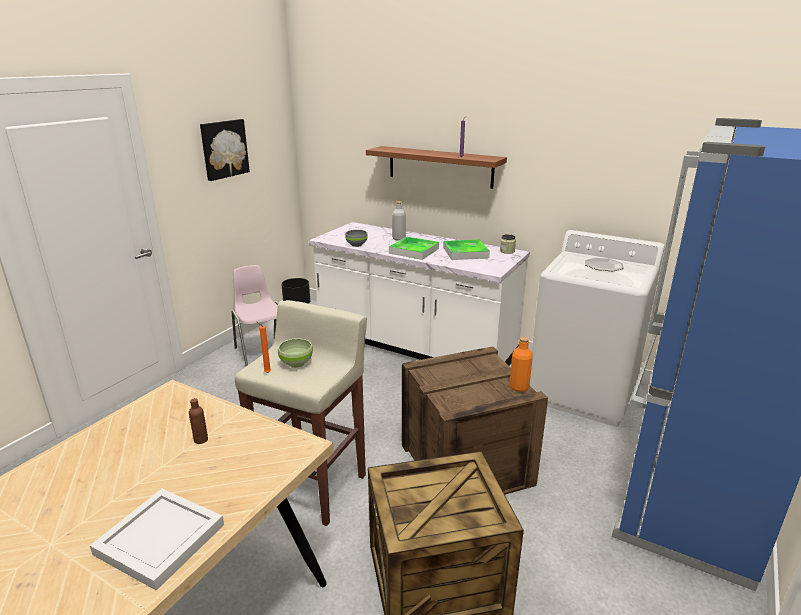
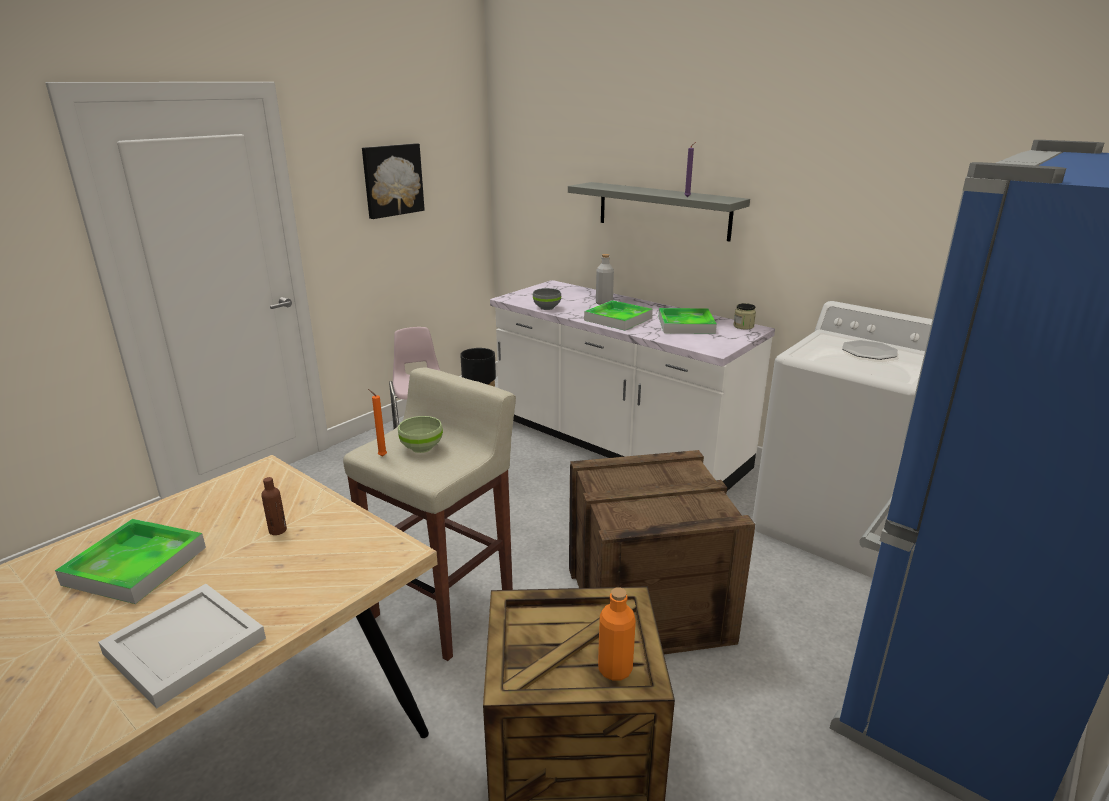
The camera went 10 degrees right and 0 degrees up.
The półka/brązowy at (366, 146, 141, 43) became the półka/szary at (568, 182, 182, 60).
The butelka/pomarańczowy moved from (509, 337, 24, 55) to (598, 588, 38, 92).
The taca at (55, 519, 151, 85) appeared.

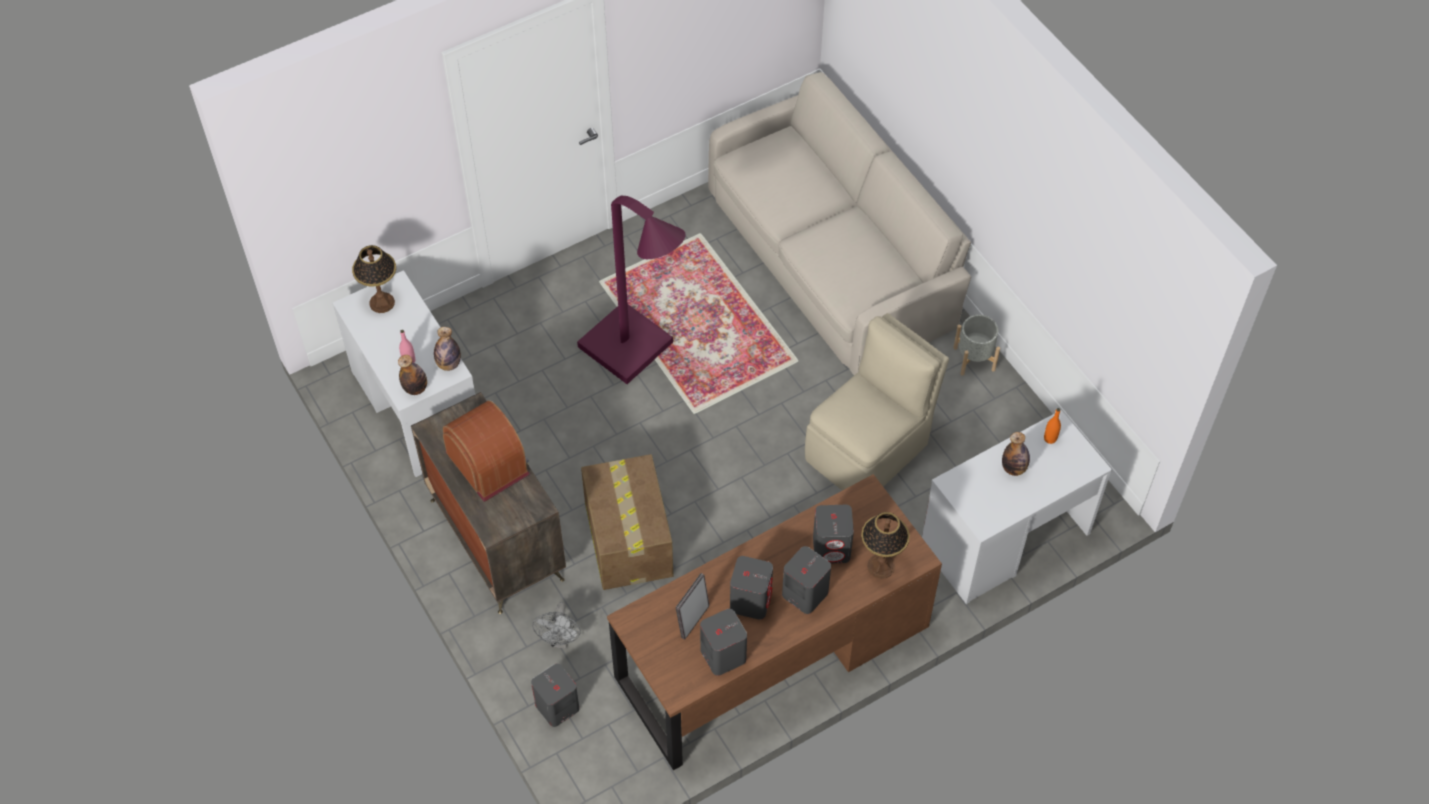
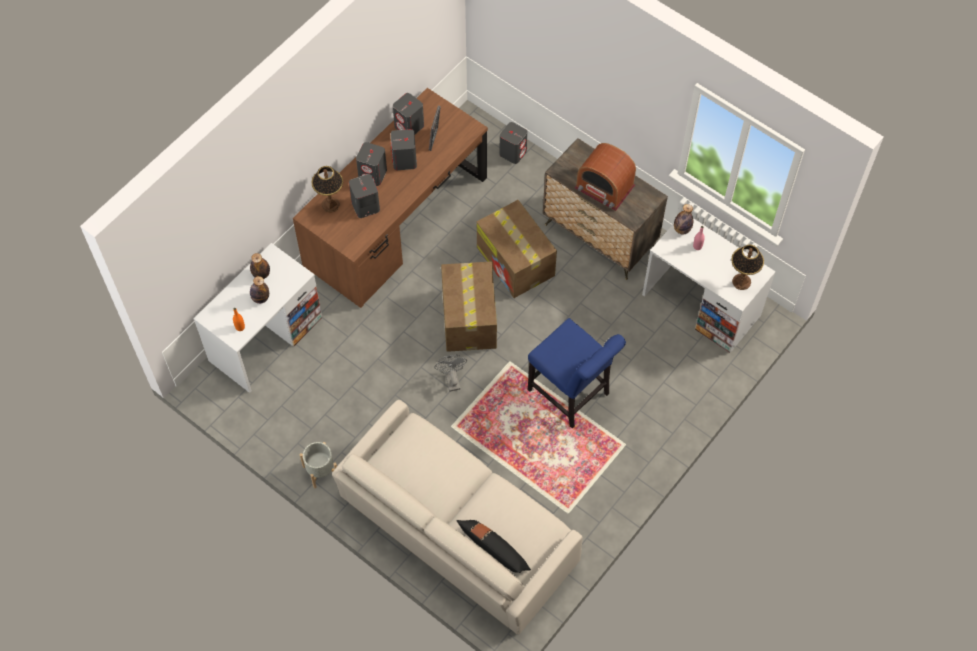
The camera went 160 degrees right and 5 degrees up.
The lampa stojąca/fioletowy at (577, 196, 109, 188) was replaced by the krzesło/niebieski at (528, 318, 98, 110).
The krzesło/beżowy at (805, 313, 144, 177) disappeared.
The butelka moved from (434, 327, 27, 44) to (250, 253, 20, 26).
The wentylator/szary moved from (532, 602, 49, 47) to (434, 355, 33, 37).
The karton at (441, 261, 56, 91) appeared.
The poduszka/czarny at (456, 520, 75, 53) appeared.

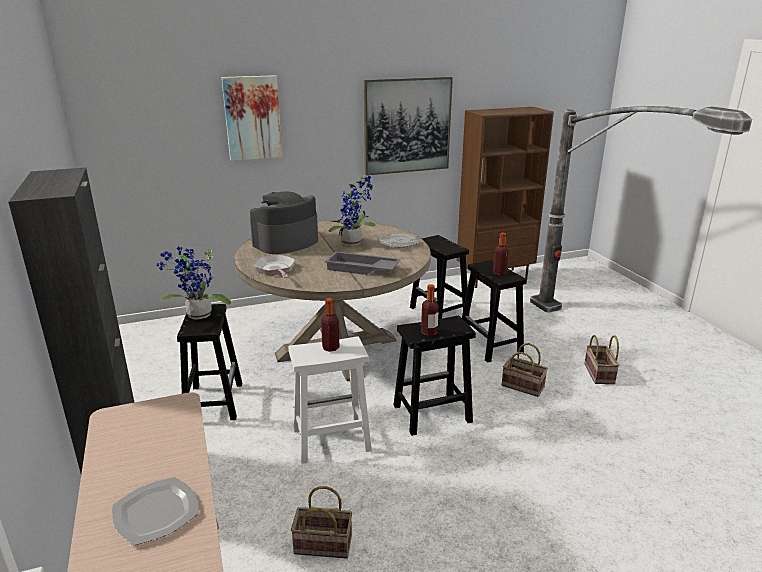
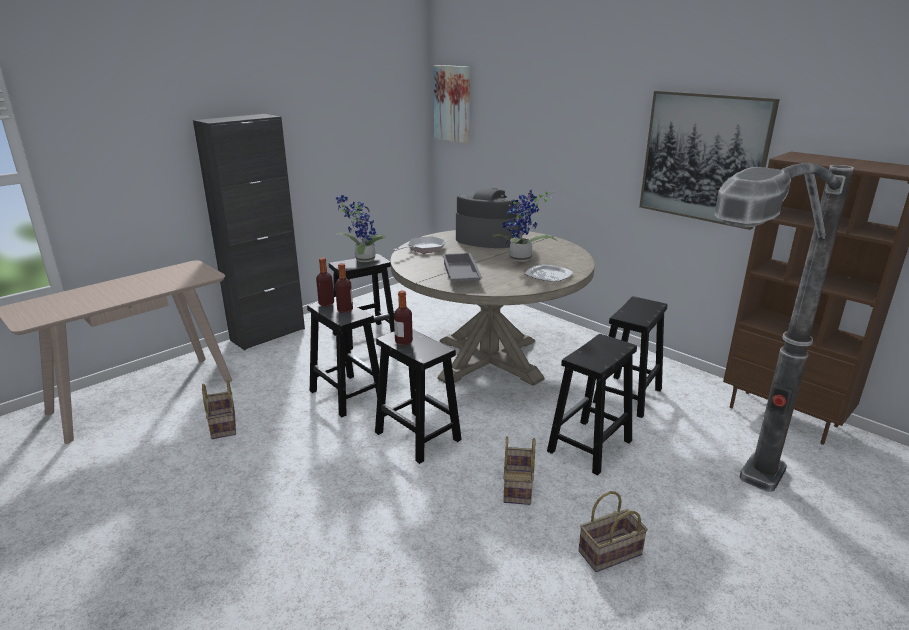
The camera went 65 degrees right and 0 degrees up.
The obraz moved from (221, 75, 61, 86) to (433, 65, 37, 79).
The butelka moved from (493, 233, 16, 42) to (316, 258, 18, 48).
The stołek/biały at (288, 336, 84, 128) became the stołek/czarny at (307, 297, 72, 120).
The talerz at (112, 477, 87, 69) disappeared.

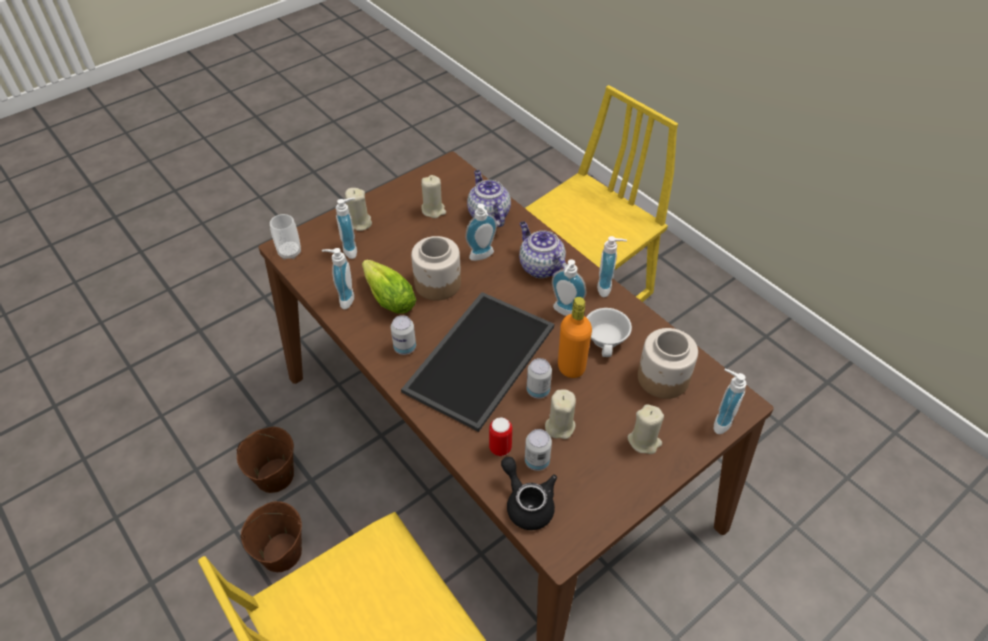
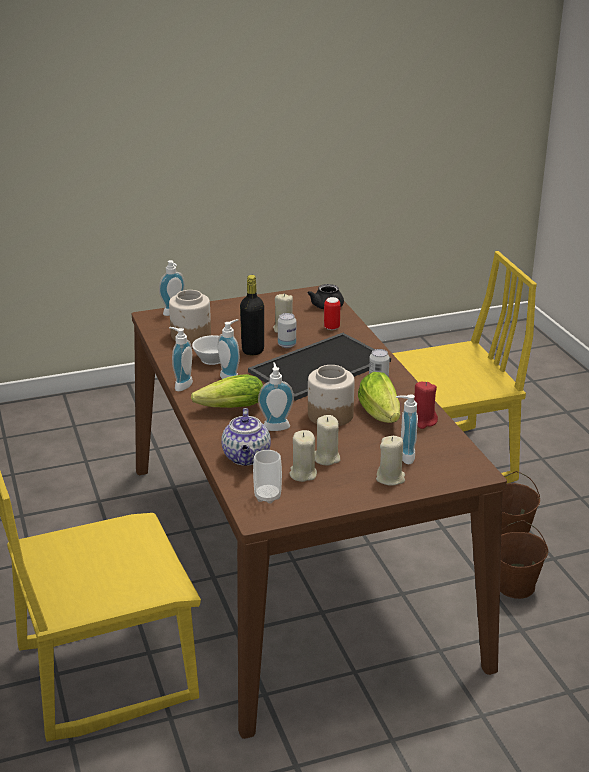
The camera went 160 degrees left and 20 degrees down.
The filiżanka moved from (270, 214, 31, 45) to (253, 450, 29, 54).
The imbryk at (519, 222, 47, 56) was replaced by the sałata at (191, 374, 72, 34).
The dozownik mydła at (322, 248, 32, 62) was replaced by the świeca/czerwony at (414, 382, 24, 47).
The butelka/pomarańczowy at (558, 297, 34, 81) became the butelka/czarny at (240, 275, 24, 81).
The świeca/beżowy moved from (628, 404, 36, 50) to (315, 415, 25, 50).
The puszka at (525, 429, 27, 42) disappeared.

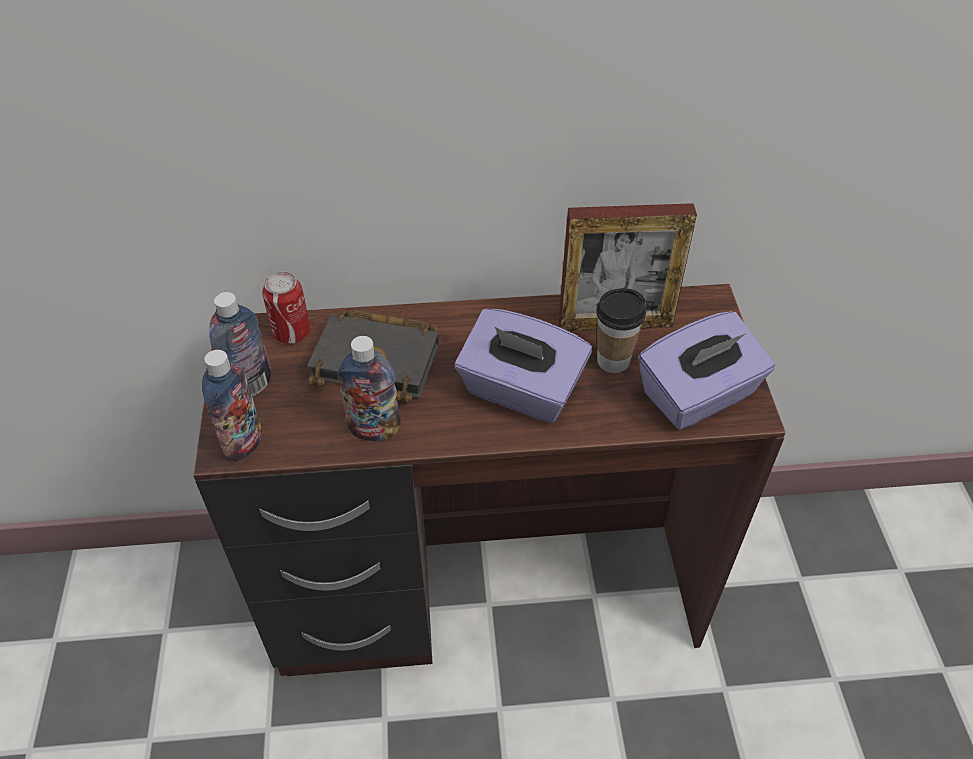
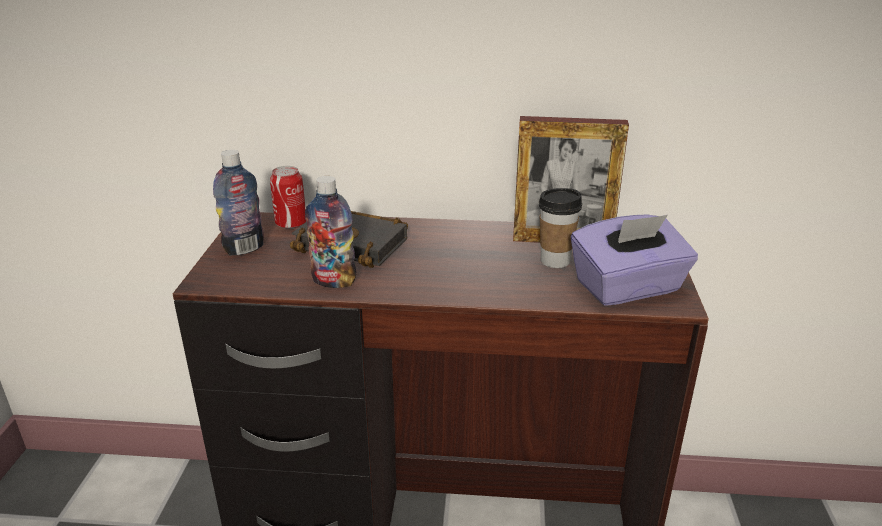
The camera went 10 degrees right and 20 degrees down.
The pudełko chusteczek/fioletowy at (455, 308, 137, 115) disappeared.
The butelka at (202, 350, 60, 112) disappeared.

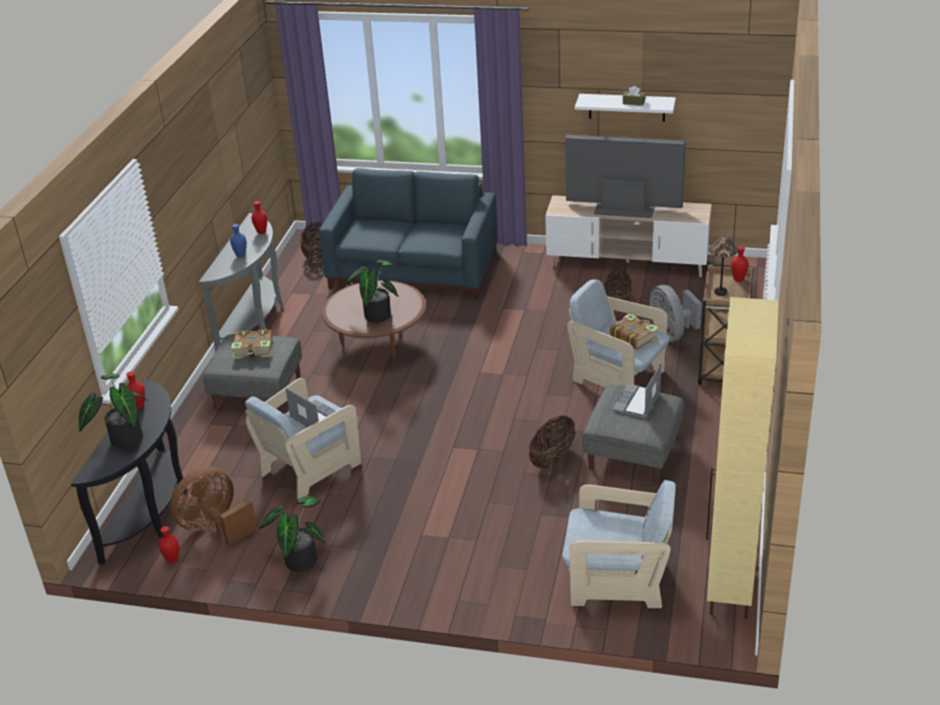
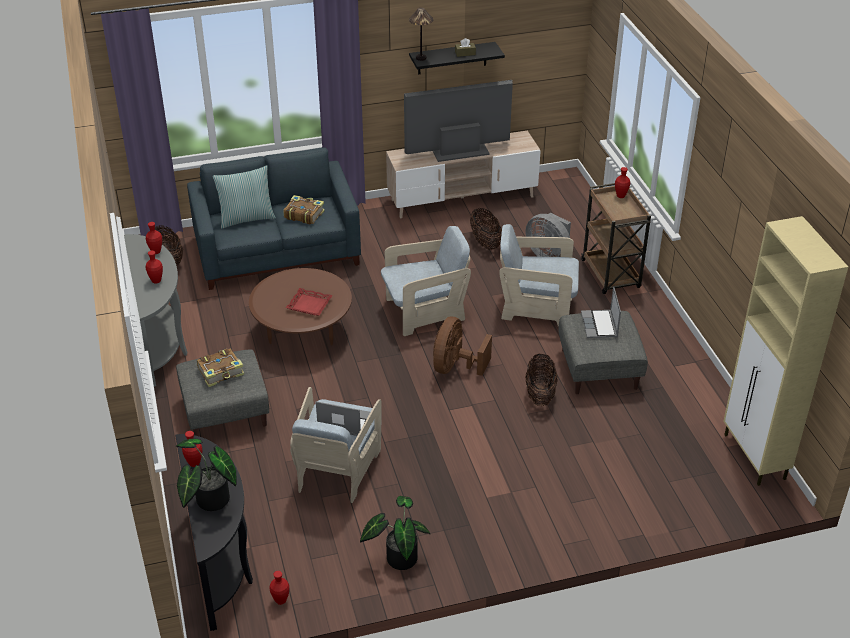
The camera went 30 degrees left and 5 degrees up.
The półka/biały at (575, 94, 101, 28) became the półka/czarny at (409, 42, 96, 33).
The wazon/niebieski at (230, 224, 17, 33) became the wazon/czerwony at (145, 251, 18, 33).
The lampa stołowa moved from (709, 236, 29, 60) to (409, 8, 24, 53).
The roślina doniczkowa at (344, 260, 54, 63) was replaced by the taca/czerwony at (286, 288, 47, 28).
The książka moved from (609, 313, 50, 37) to (284, 195, 41, 29).
The wentylator/brązowy moved from (170, 466, 88, 79) to (433, 317, 59, 59).
The fotel/beżowy moved from (562, 480, 114, 128) to (381, 226, 90, 110).
The poduszka at (213, 166, 63, 63) appeared.

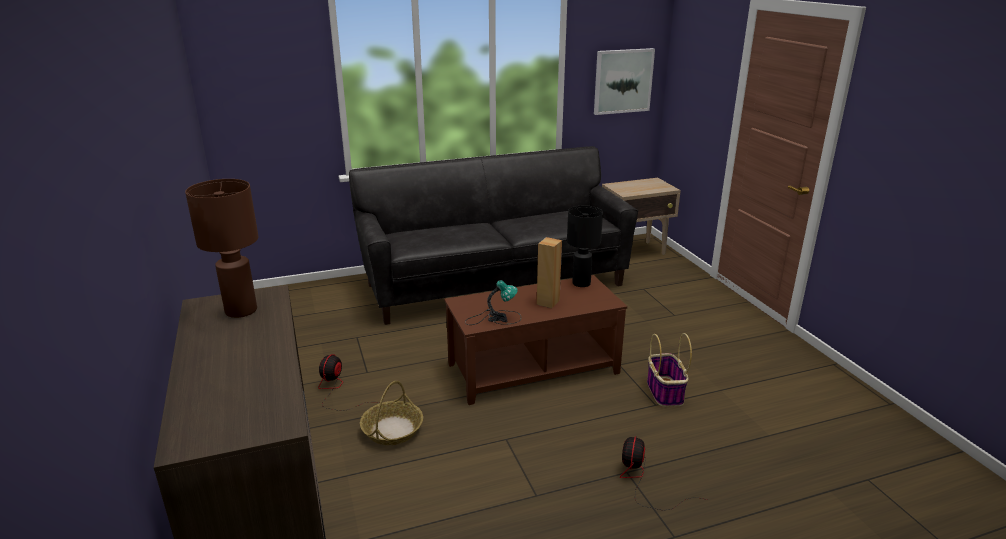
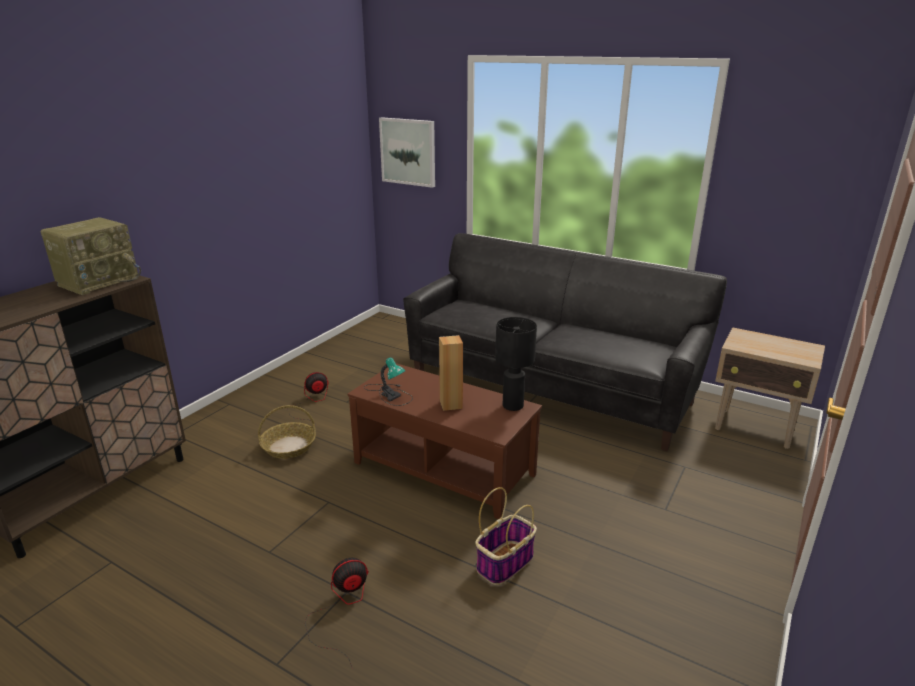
The camera went 50 degrees right and 0 degrees up.
The obraz moved from (594, 48, 61, 67) to (379, 117, 56, 71).
The lampa stołowa/brązowy at (185, 179, 74, 139) was replaced by the radio at (41, 217, 100, 78).

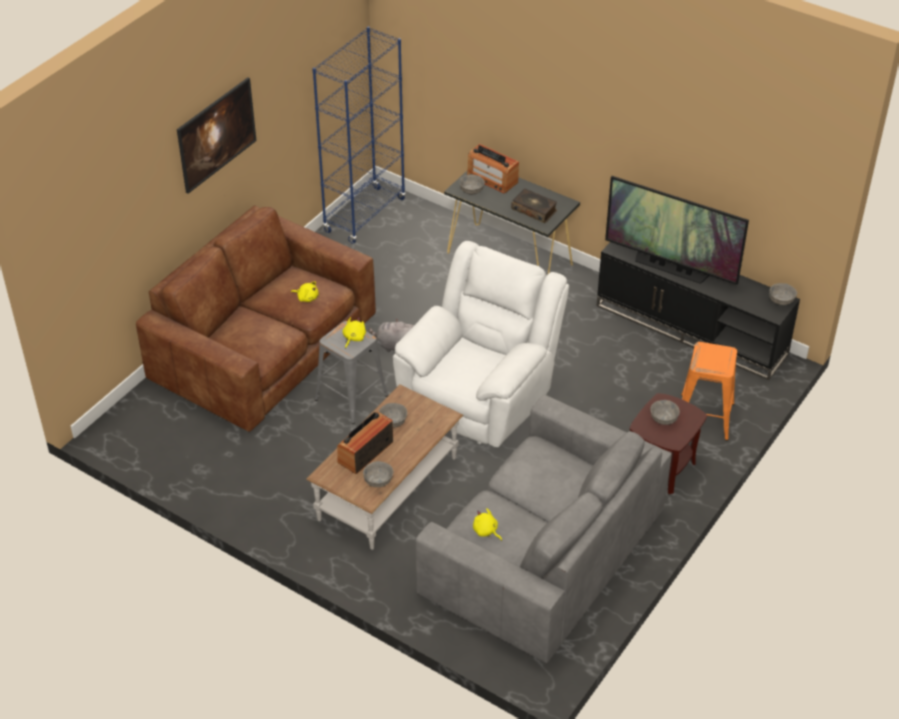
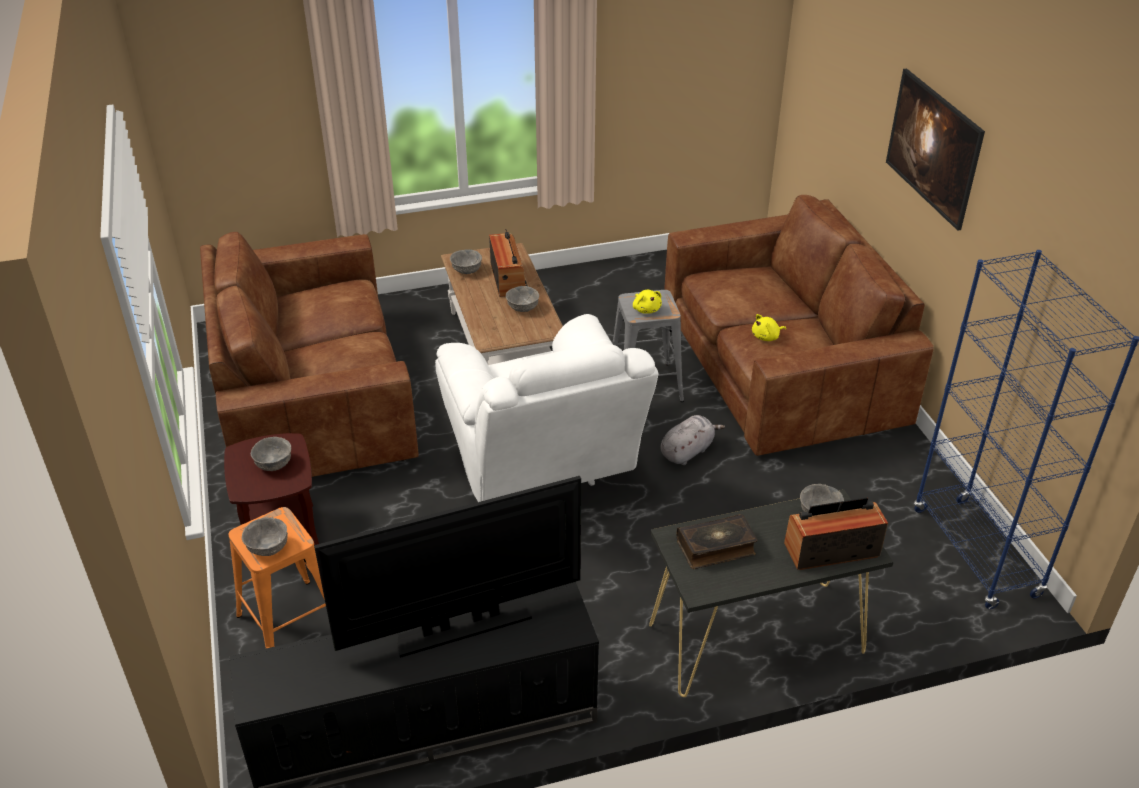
The camera went 130 degrees right and 5 degrees down.
The miska/szary moved from (769, 283, 28, 22) to (242, 517, 46, 39).
The kanapa/szary at (416, 395, 256, 268) became the kanapa/brązowy at (200, 232, 219, 245).
The pluszak/żółty at (473, 508, 29, 33) disappeared.

